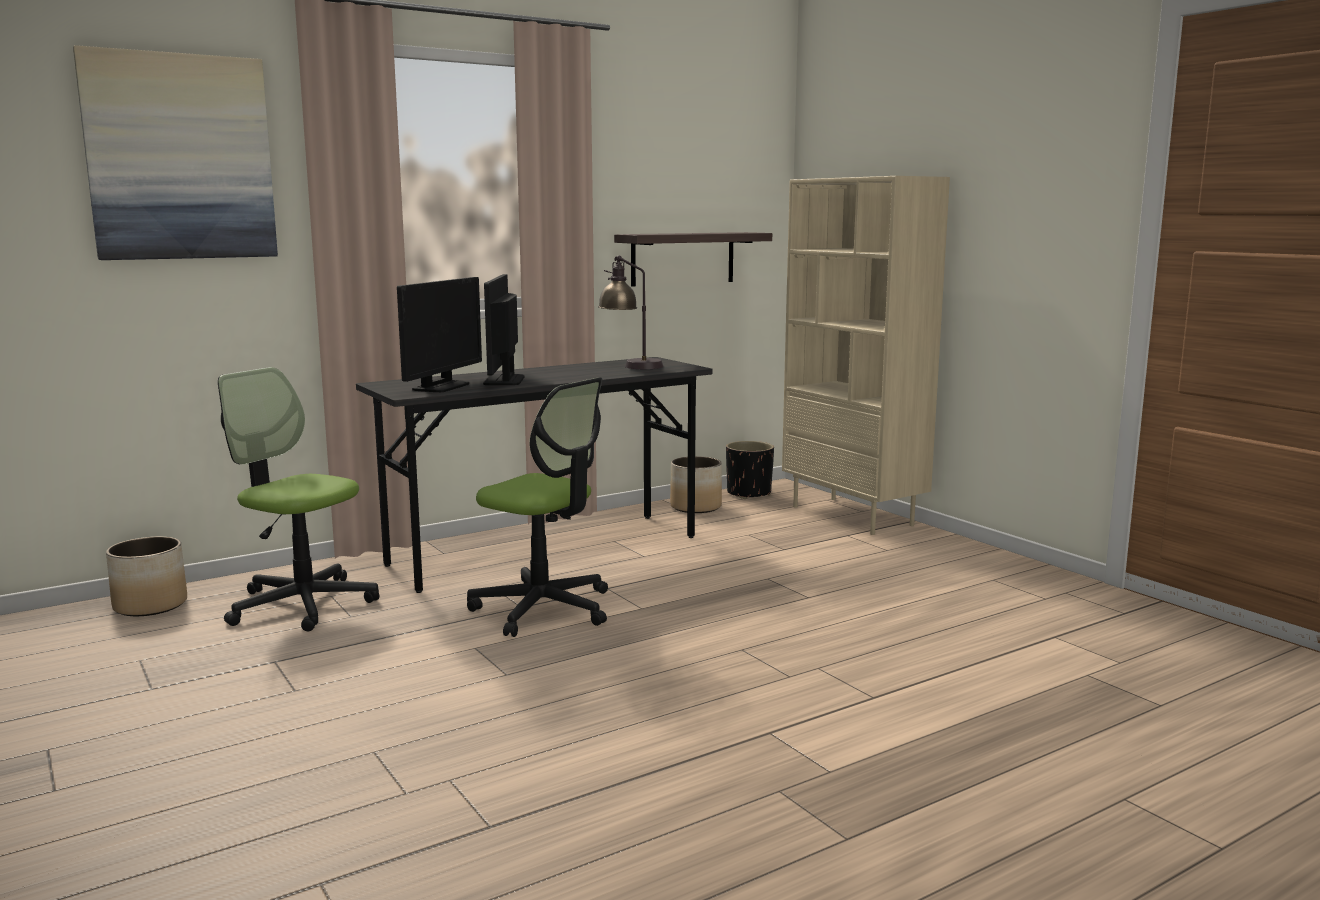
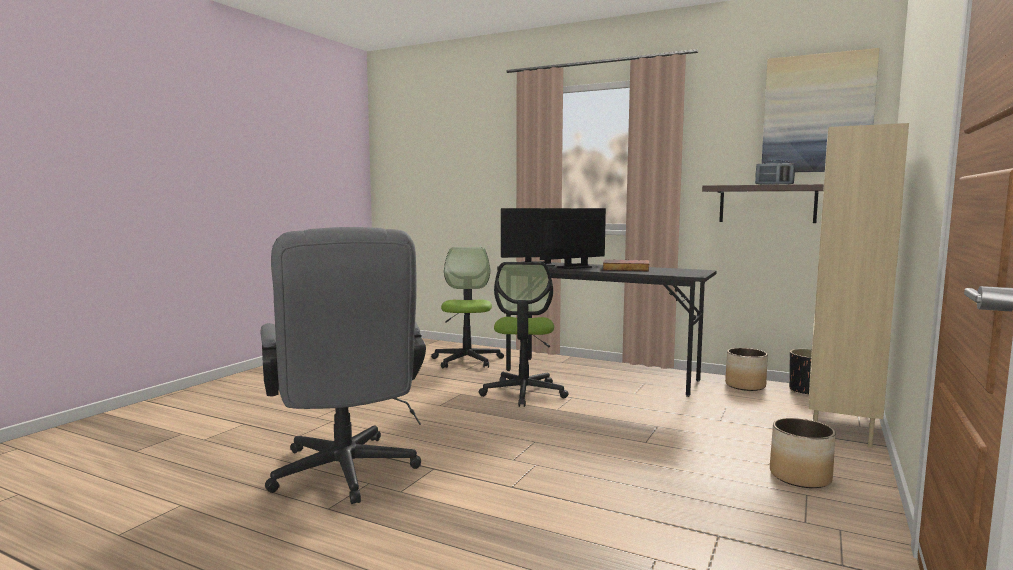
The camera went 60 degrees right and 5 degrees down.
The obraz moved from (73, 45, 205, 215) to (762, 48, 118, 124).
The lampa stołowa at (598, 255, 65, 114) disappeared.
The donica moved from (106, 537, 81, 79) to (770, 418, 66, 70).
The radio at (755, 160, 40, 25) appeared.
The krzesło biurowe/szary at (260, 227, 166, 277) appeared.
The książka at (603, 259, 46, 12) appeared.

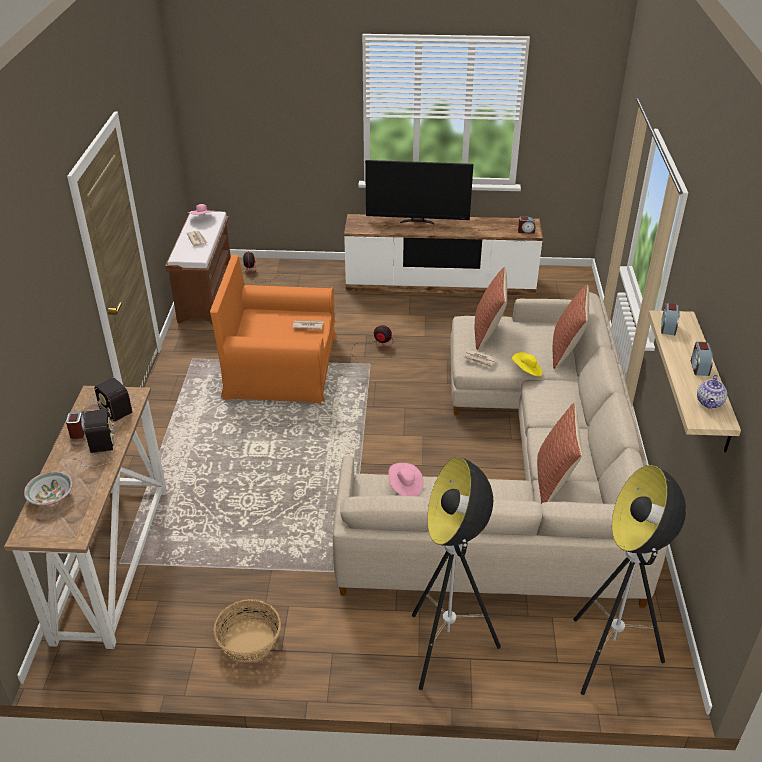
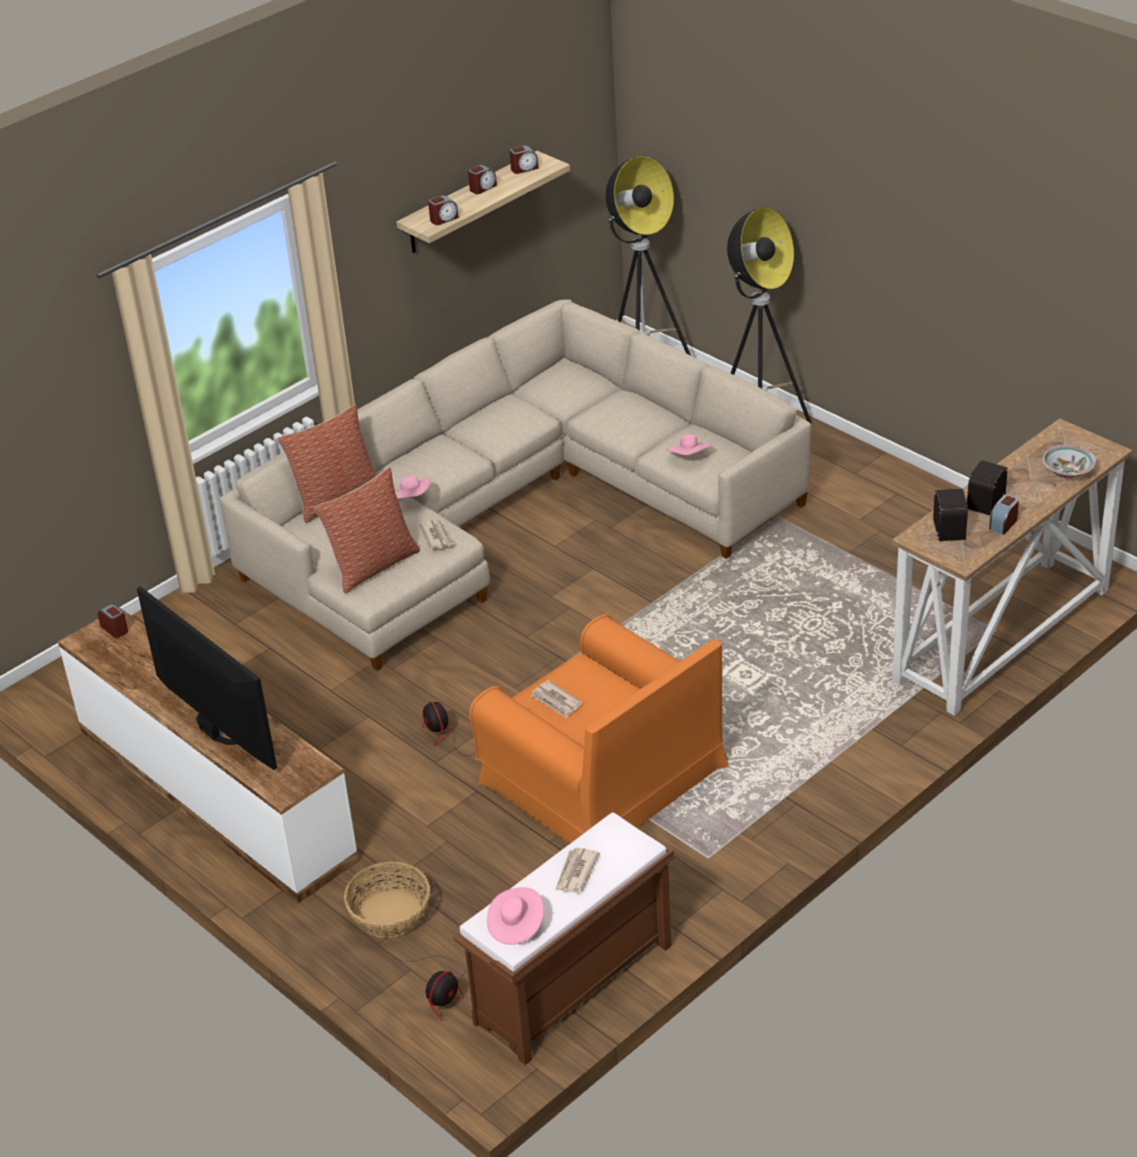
The camera went 135 degrees left and 0 degrees up.
The kapelusz/żółty at (512, 352, 31, 25) became the kapelusz/różowy at (395, 475, 36, 24).
The imbryk at (697, 374, 30, 35) was replaced by the budzik at (510, 145, 29, 29).
The poduszka at (537, 403, 45, 101) disappeared.
The koszyk moved from (213, 599, 68, 63) to (344, 862, 86, 76).

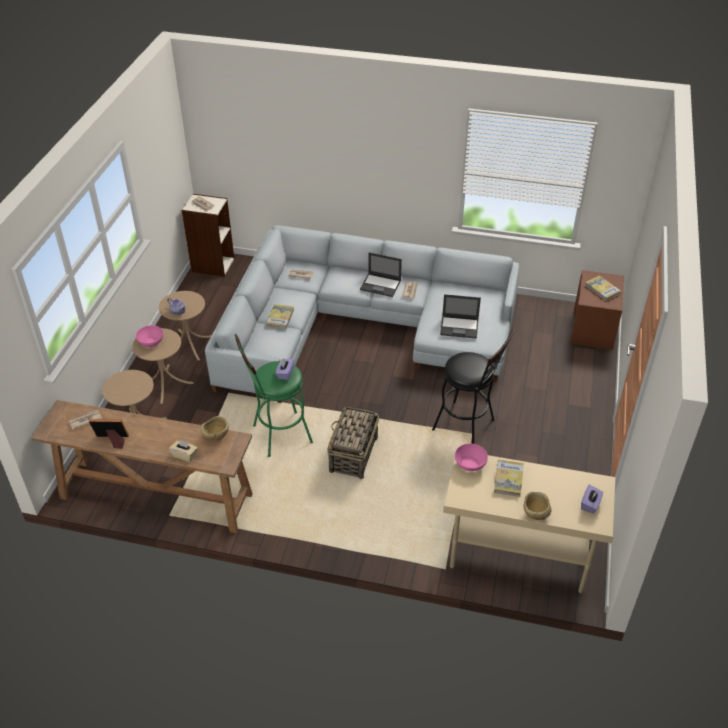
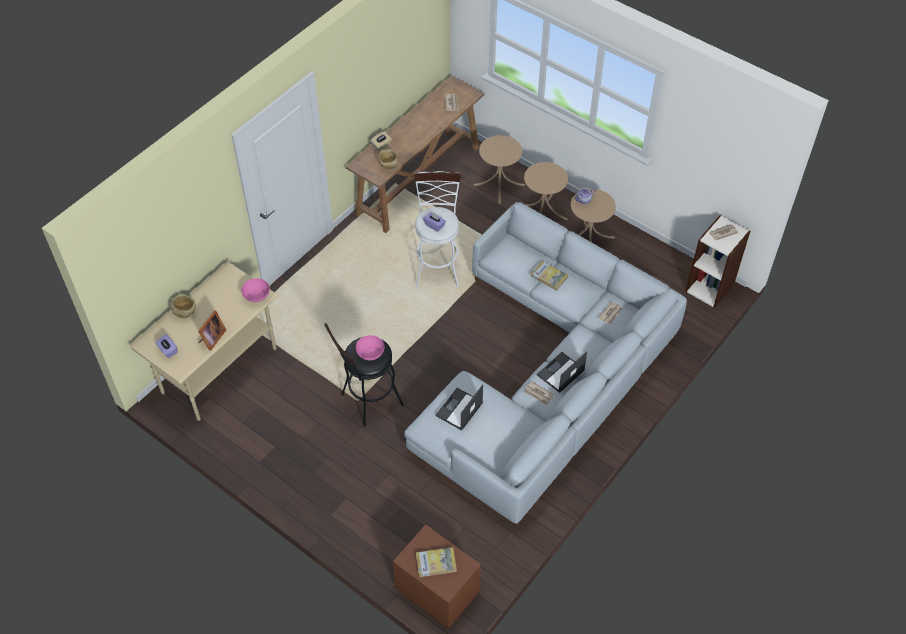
The camera went 115 degrees right and 10 degrees up.
The miska/różowy moved from (136, 325, 27, 22) to (356, 335, 28, 26).
The stołek/zielony at (235, 334, 78, 123) became the stołek/biały at (414, 171, 47, 116).
The koszyk at (327, 404, 52, 75) disappeared.
The ramka na zdjęcie moved from (89, 419, 40, 30) to (198, 310, 28, 41).
The książka at (494, 459, 30, 38) disappeared.

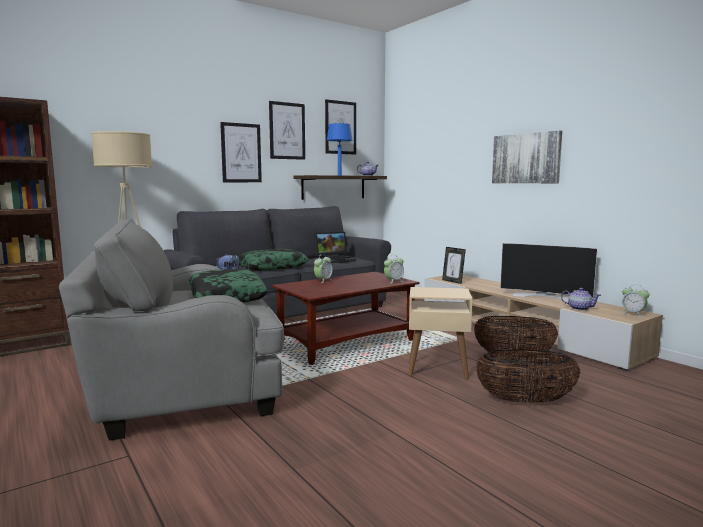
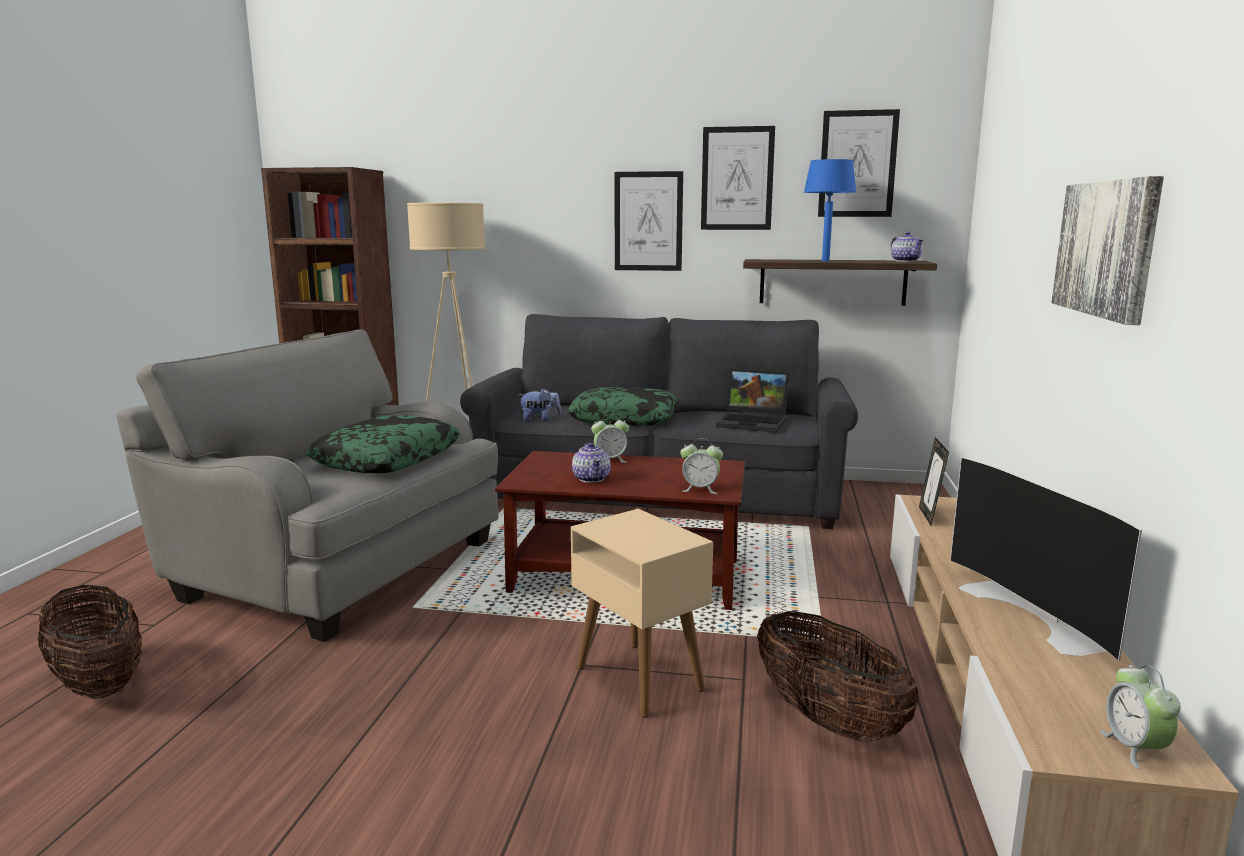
The camera went 45 degrees right and 5 degrees up.
The imbryk moved from (561, 288, 40, 23) to (572, 442, 39, 41).
The koszyk moved from (475, 349, 106, 54) to (38, 585, 104, 114).

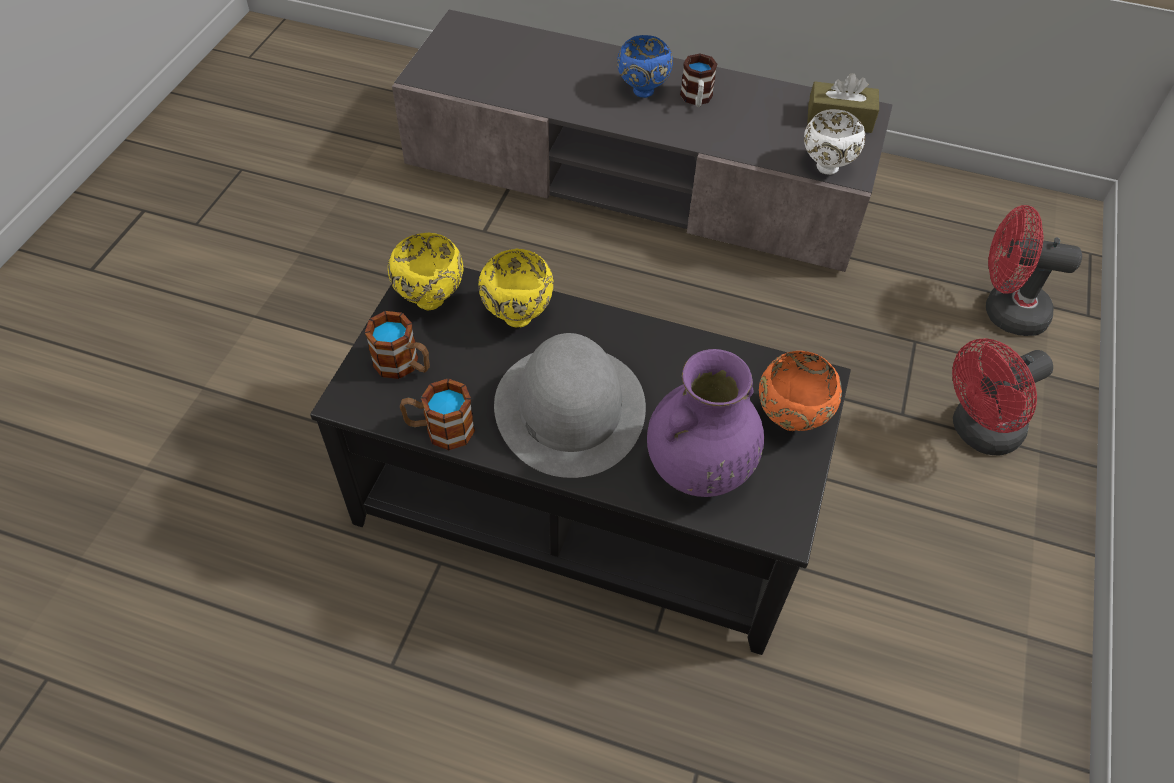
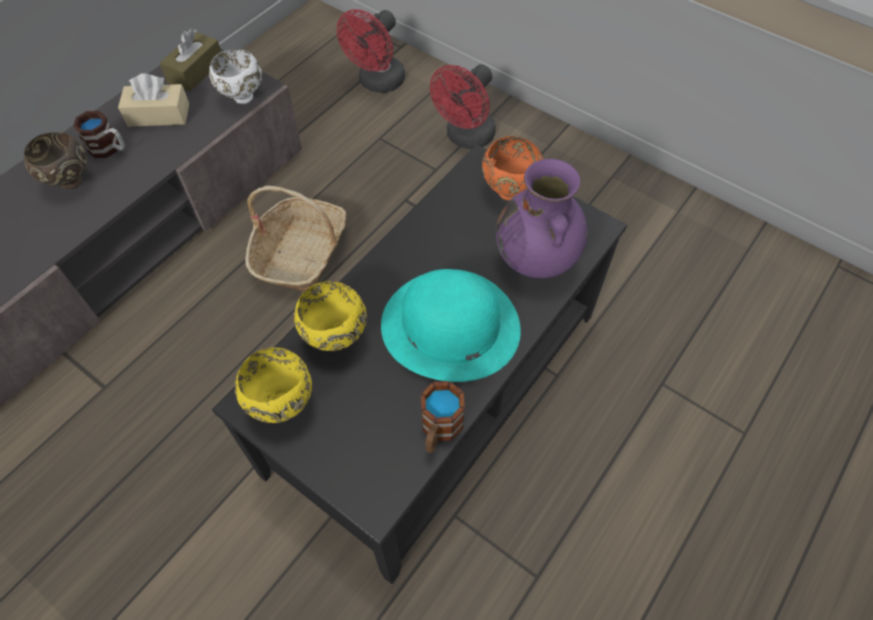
The camera went 70 degrees left and 5 degrees up.
The miska/niebieski at (617, 35, 56, 63) became the miska/brązowy at (24, 132, 63, 57).
The kubek at (365, 311, 65, 68) disappeared.
The kapelusz/szary at (494, 333, 152, 145) became the kapelusz/turkusowy at (381, 269, 140, 113).
The wentylator/czerwony at (952, 338, 101, 117) turned 45 degrees clockwise.
The pudełko chusteczek/beżowy at (118, 73, 71, 54) appeared.
The koszyk at (245, 185, 101, 107) appeared.

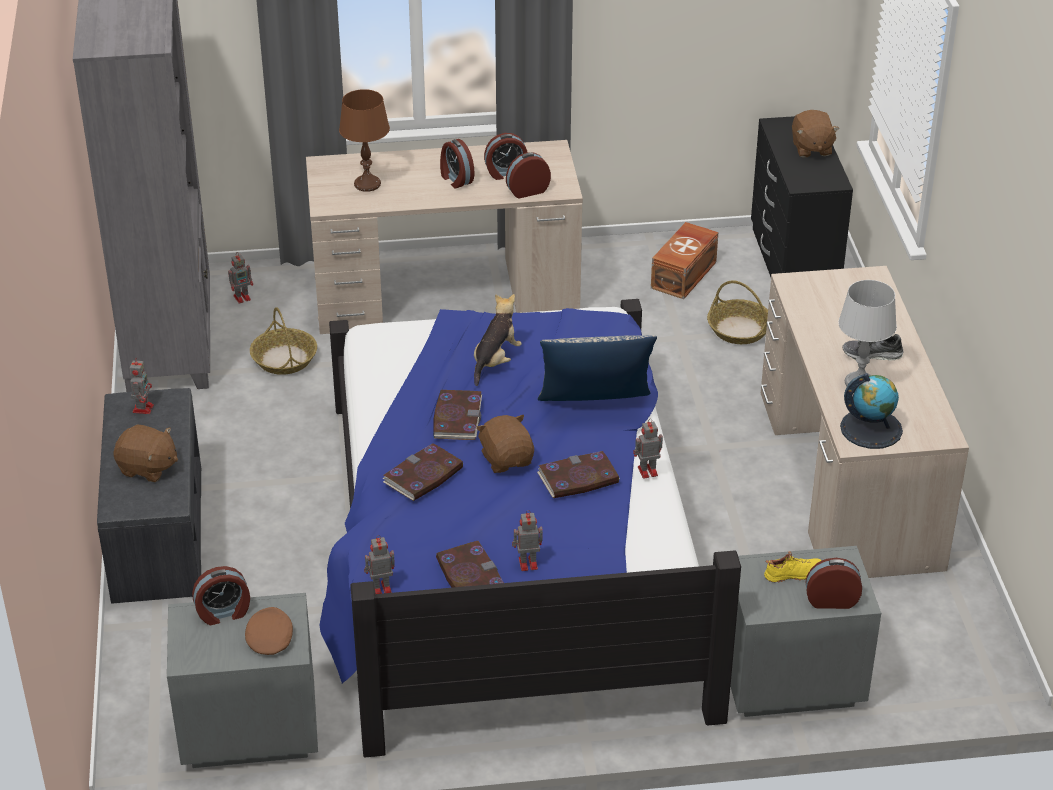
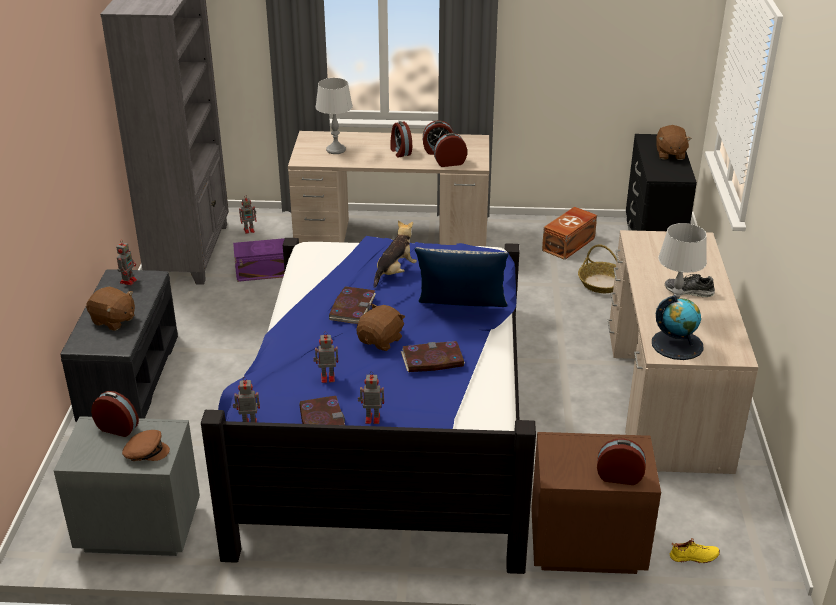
The camera went 10 degrees right and 5 degrees down.
The lampa stołowa/brązowy at (339, 89, 51, 103) became the lampa stołowa/szary at (316, 78, 37, 76).
The koszyk at (250, 307, 67, 68) was replaced by the pojemnik do przechowywania/fioletowy at (233, 238, 52, 44).
The pluszak/brązowy at (476, 415, 58, 58) turned 45 degrees clockwise.
The robot zabawkowy moved from (633, 419, 30, 60) to (313, 331, 25, 52).
The książka at (383, 443, 80, 58) disappeared.
The szafka nocna/szary at (730, 546, 151, 171) became the szafka nocna/brązowy at (531, 432, 130, 142).
The but/żółty moved from (764, 551, 58, 31) to (670, 538, 50, 25).
The budzik at (192, 566, 58, 59) turned 150 degrees counterclockwise.
The czapka z daszkiem/brązowy at (245, 607, 48, 48) turned 75 degrees clockwise.

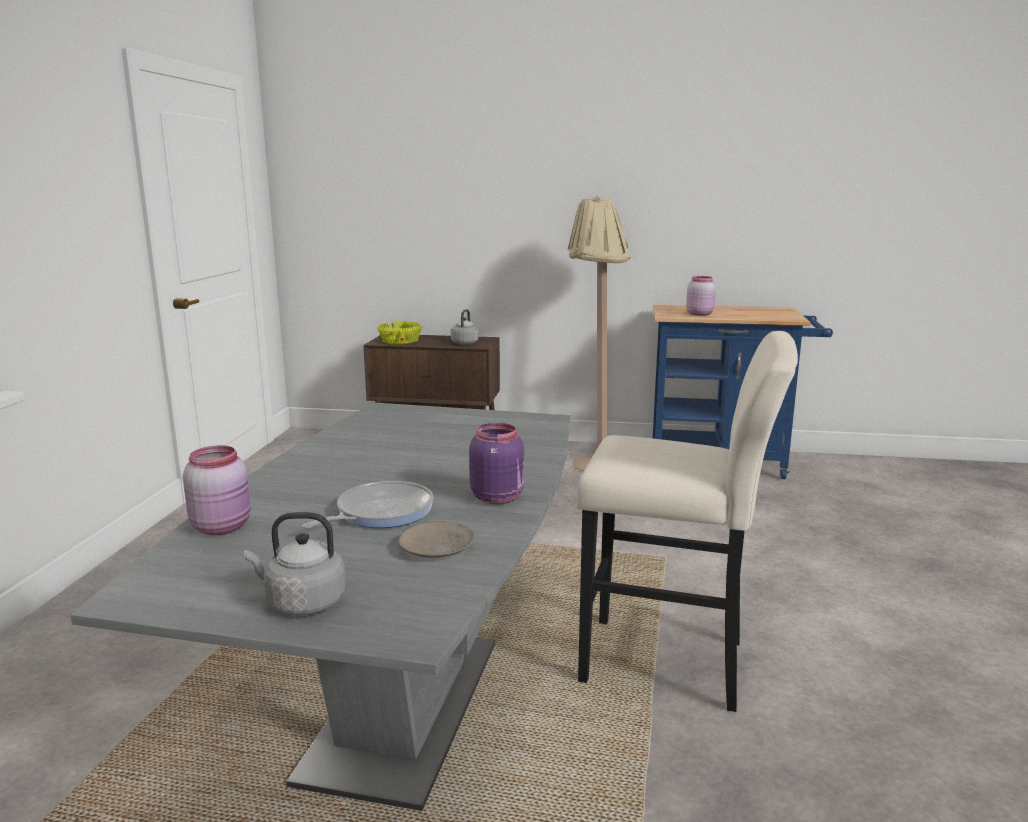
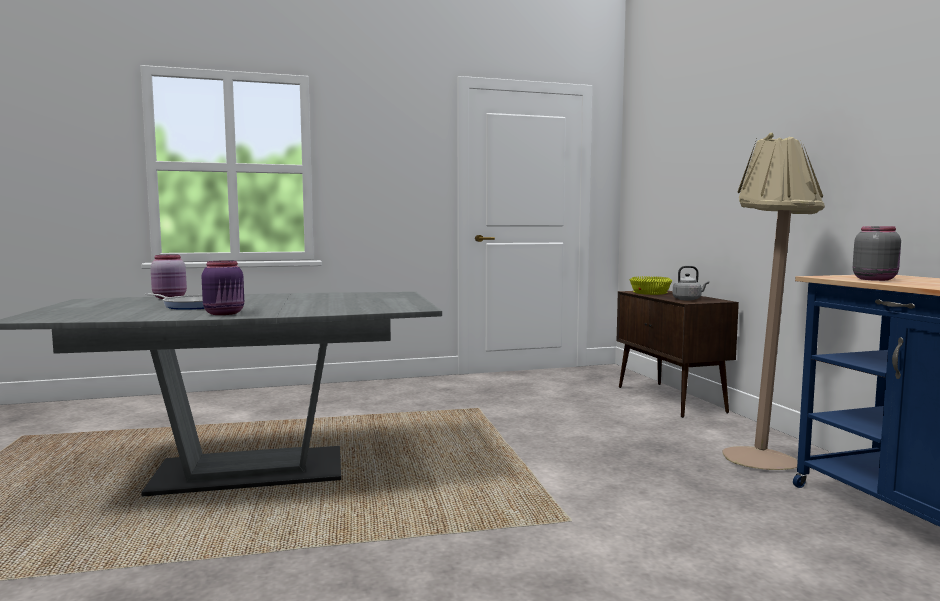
The camera went 65 degrees right and 10 degrees down.
The słoik/różowy at (686, 276, 30, 40) became the słoik/szary at (853, 226, 48, 55).
The stołek/beżowy at (577, 331, 221, 381) disappeared.
The czajnik/szary at (244, 512, 102, 104) disappeared.
The talerz/beżowy at (399, 521, 76, 37) disappeared.

